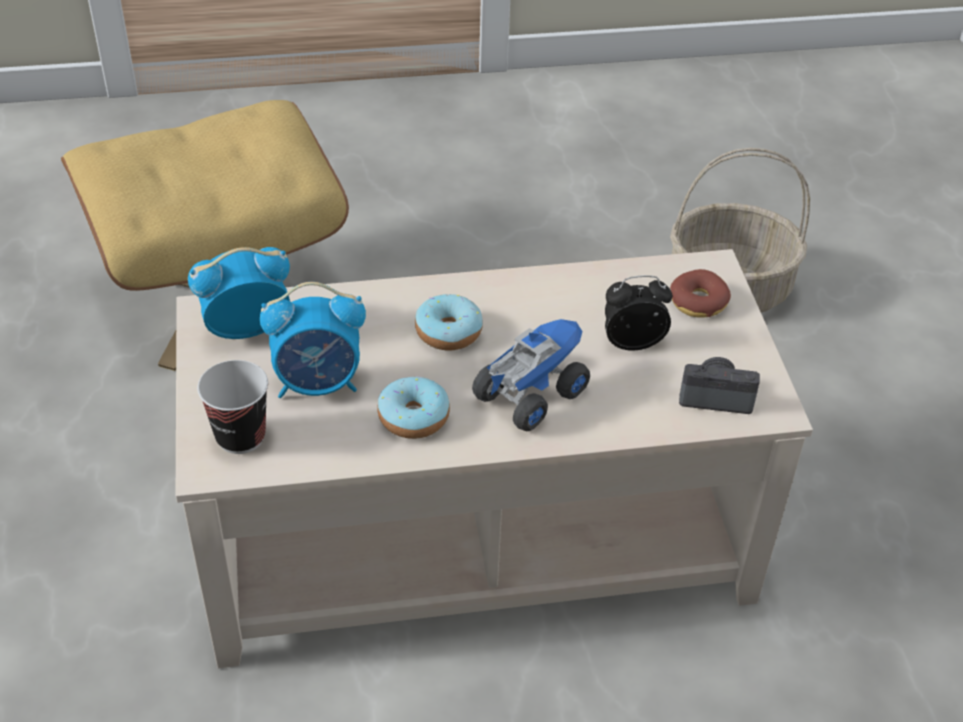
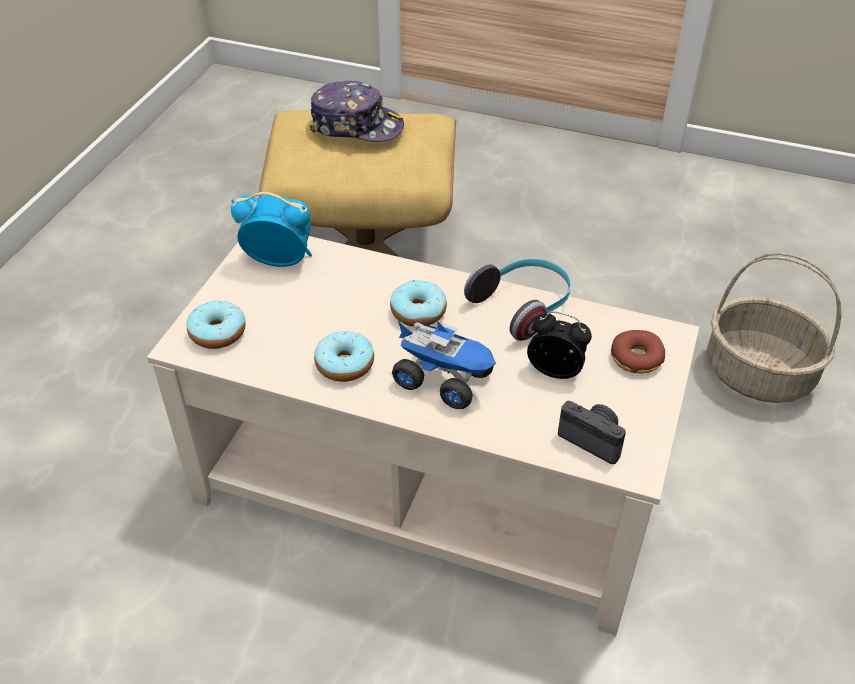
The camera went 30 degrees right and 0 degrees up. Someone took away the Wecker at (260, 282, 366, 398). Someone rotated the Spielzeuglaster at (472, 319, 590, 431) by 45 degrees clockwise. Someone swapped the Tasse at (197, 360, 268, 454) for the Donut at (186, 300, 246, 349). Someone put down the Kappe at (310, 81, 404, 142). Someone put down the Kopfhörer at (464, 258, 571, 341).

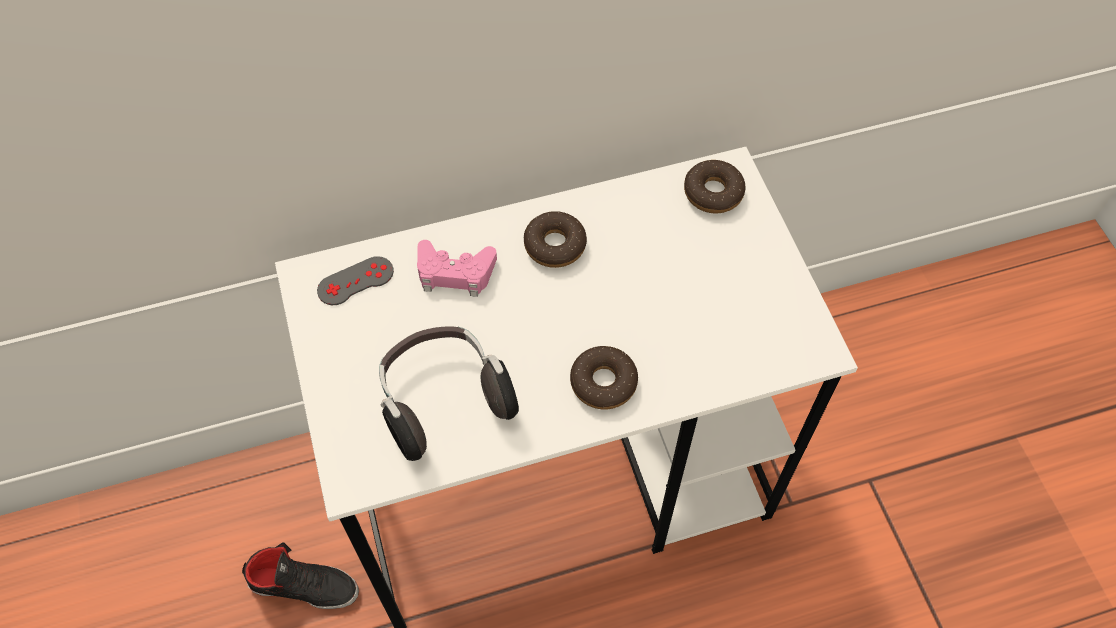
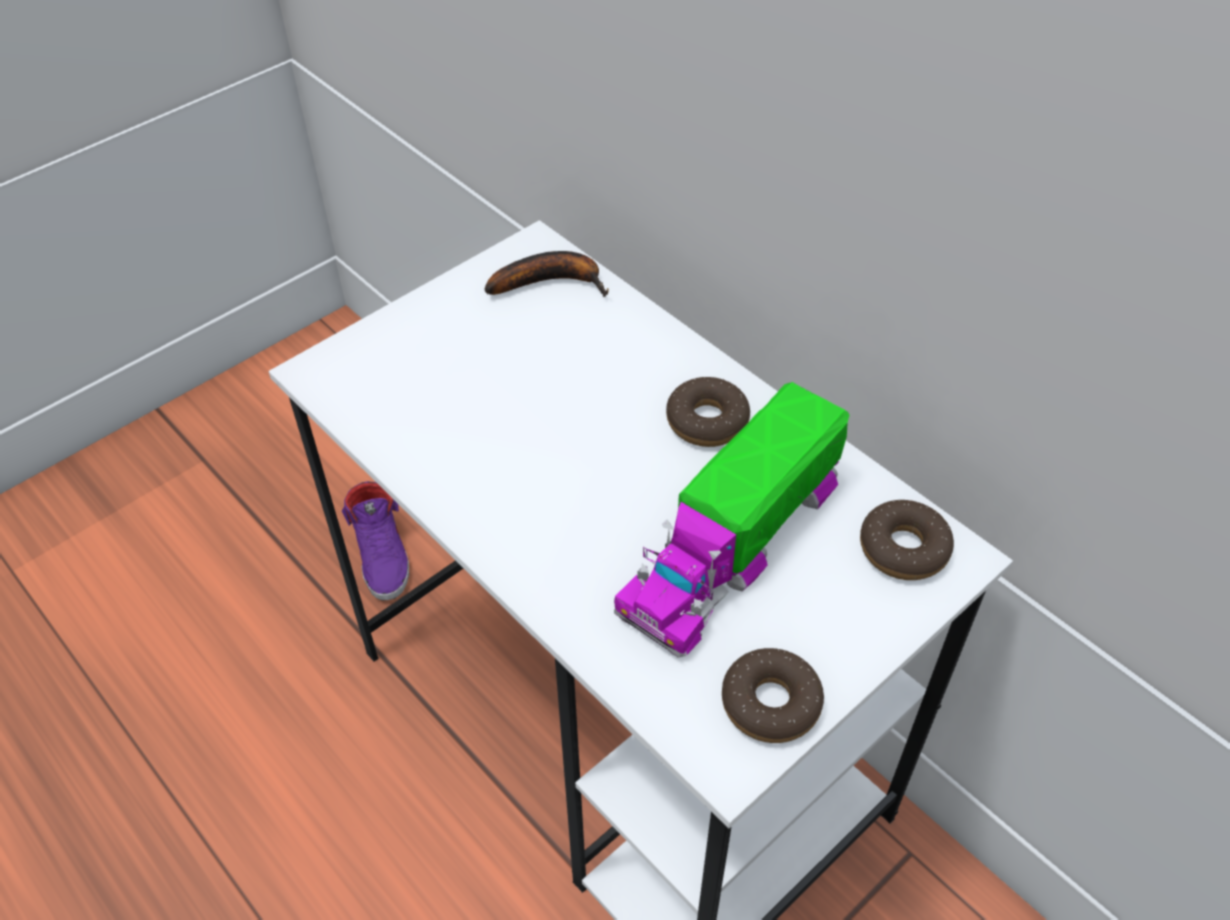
The camera went 65 degrees right and 10 degrees down. Someone took away the Gamepad (rosa) at (417, 240, 497, 297). Someone swapped the Gamepad (grau) at (317, 256, 394, 305) for the Banane at (484, 251, 609, 297). Someone took away the Kopfhörer at (379, 326, 519, 461). Someone carried the Donut from (570, 346, 638, 409) to (722, 648, 824, 743). Someone repainted the Schuh (schwarz) at (242, 542, 359, 609), which became the Schuh (lila) at (342, 481, 409, 601). Someone put down the Spielzeuglaster at (614, 382, 849, 658).

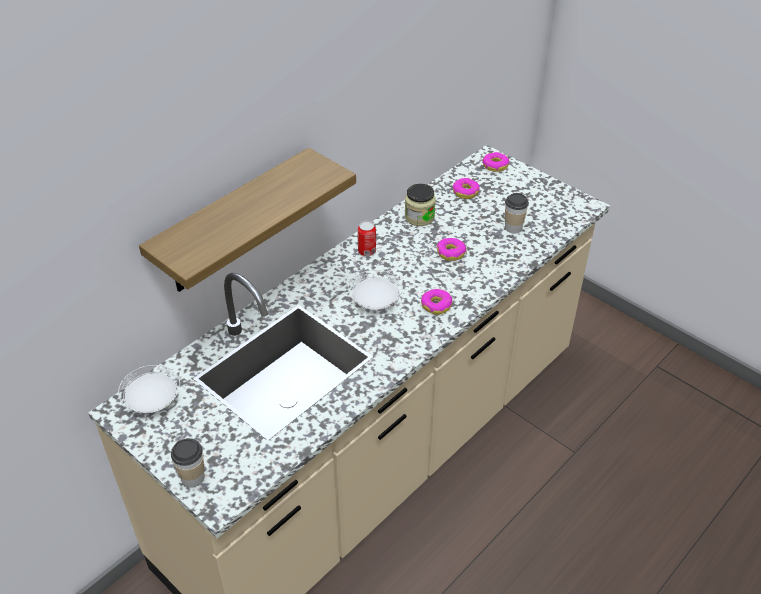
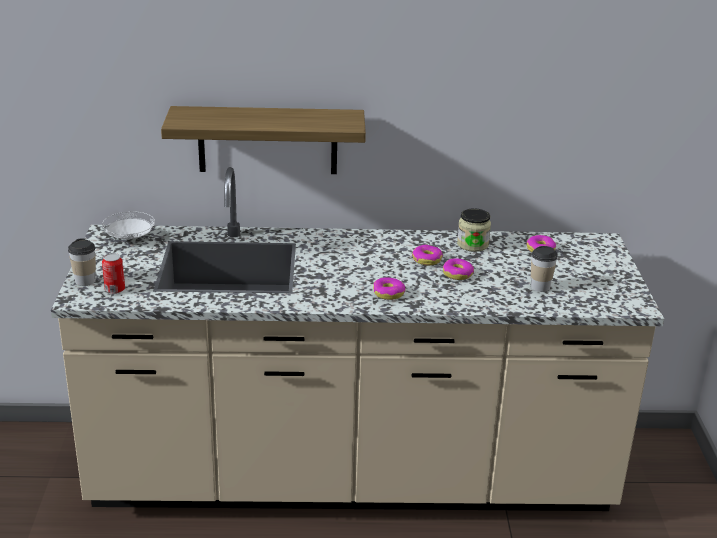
The camera went 45 degrees right and 15 degrees down. Someone carried the Donut from (482, 152, 509, 172) to (412, 245, 443, 266). Someone carried the Dose from (358, 221, 376, 256) to (102, 253, 125, 294). Someone took away the Teller (weiß) at (348, 270, 403, 310).

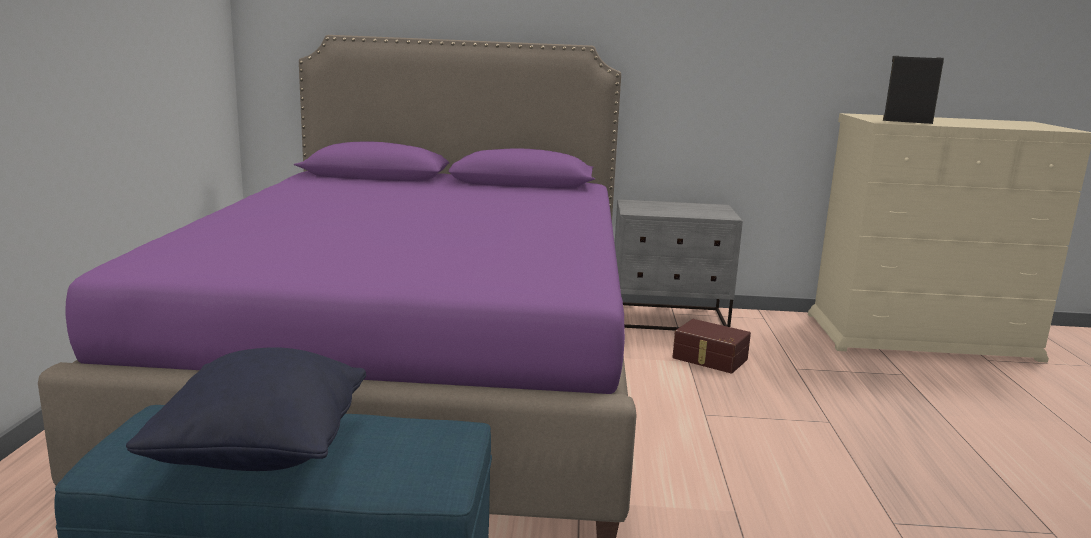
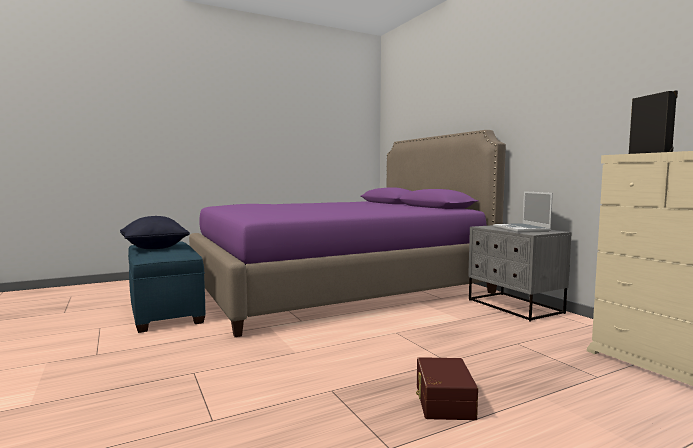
The camera went 60 degrees right and 10 degrees down. Someone carried the Aufbewahrungsbox (braun) from (672, 319, 751, 373) to (416, 357, 478, 420). Someone put down the Laptop at (493, 191, 553, 233).

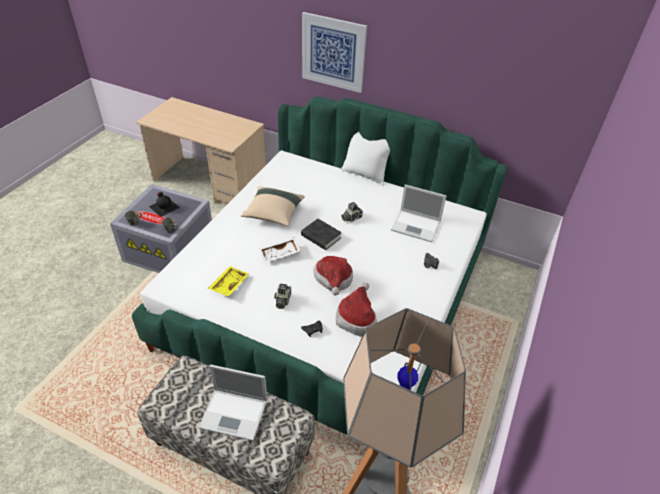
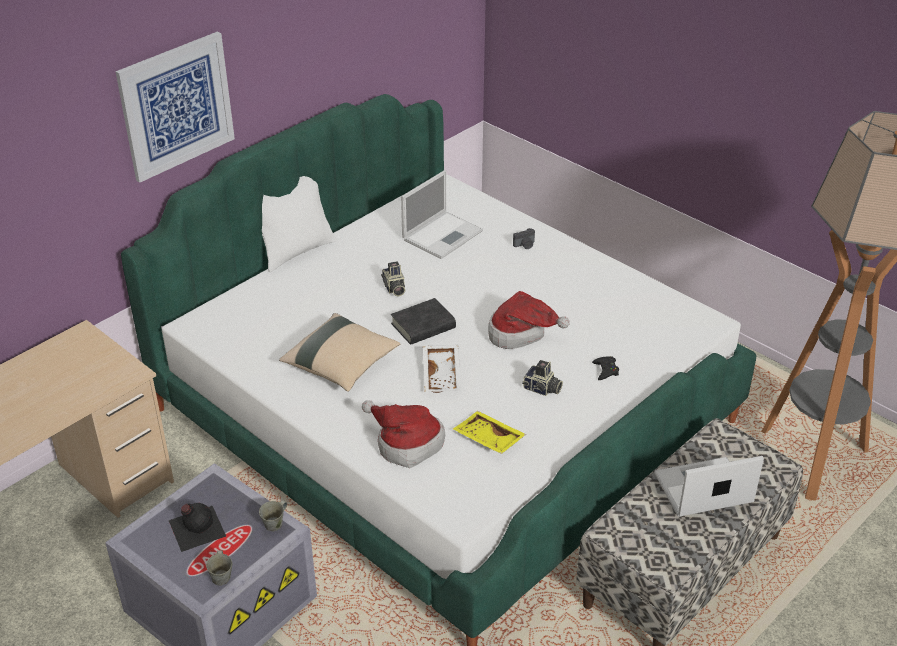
The camera went 70 degrees left and 5 degrees down. Someone carried the Hut from (335, 282, 377, 336) to (362, 400, 445, 468). Someone rotated the Laptop at (198, 365, 267, 441) by 135 degrees counterclockwise.

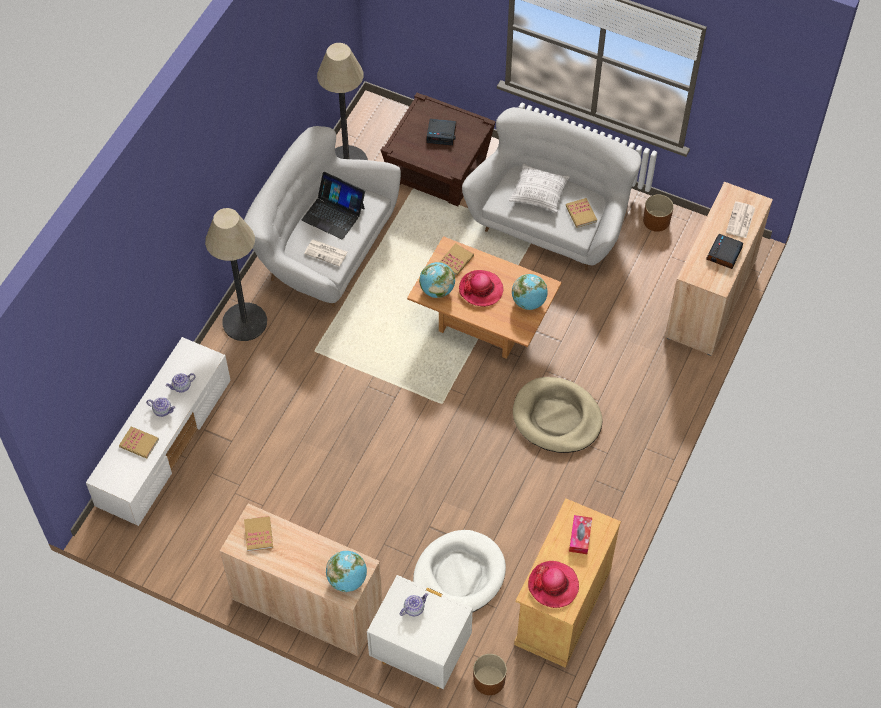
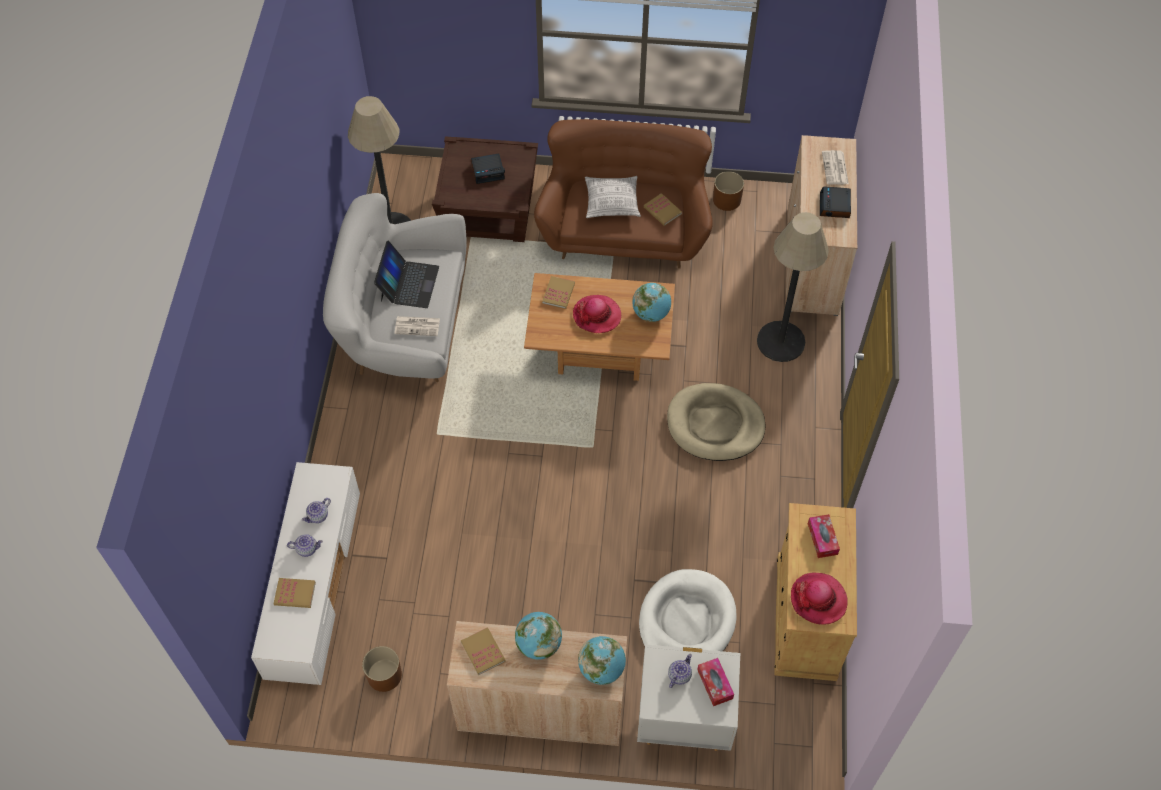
The camera went 20 degrees left and 0 degrees up. Someone repainted the Sofa (weiß) at (462, 107, 642, 270), which became the Sofa (braun) at (534, 119, 713, 269). Someone rotated the Laptop at (302, 172, 365, 239) by 90 degrees counterclockwise. Someone carried the Stehlampe from (205, 208, 267, 341) to (757, 212, 829, 362). Someone carried the Globus from (419, 262, 455, 298) to (515, 612, 562, 660). Someone carried the Pflanzkübel (braun) from (473, 654, 507, 695) to (362, 646, 402, 692). Someone put down the Taschentuchbox at (697, 658, 734, 706).

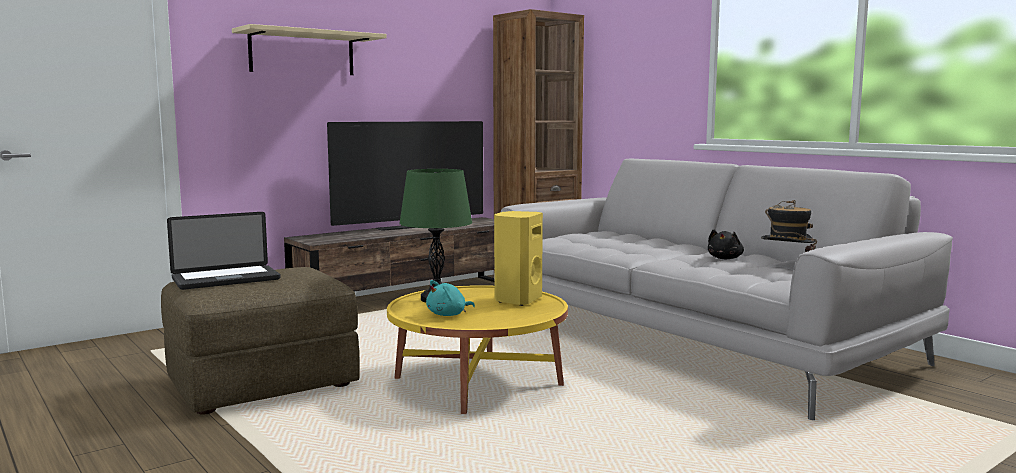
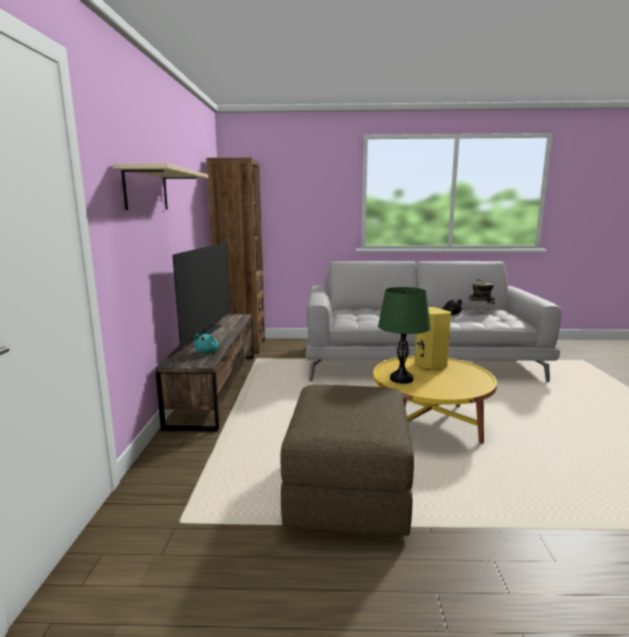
The camera went 50 degrees left and 5 degrees up. Someone took away the Laptop at (167, 212, 281, 290). Someone carried the Plüschtier (türkis) from (426, 280, 475, 316) to (194, 334, 219, 353).

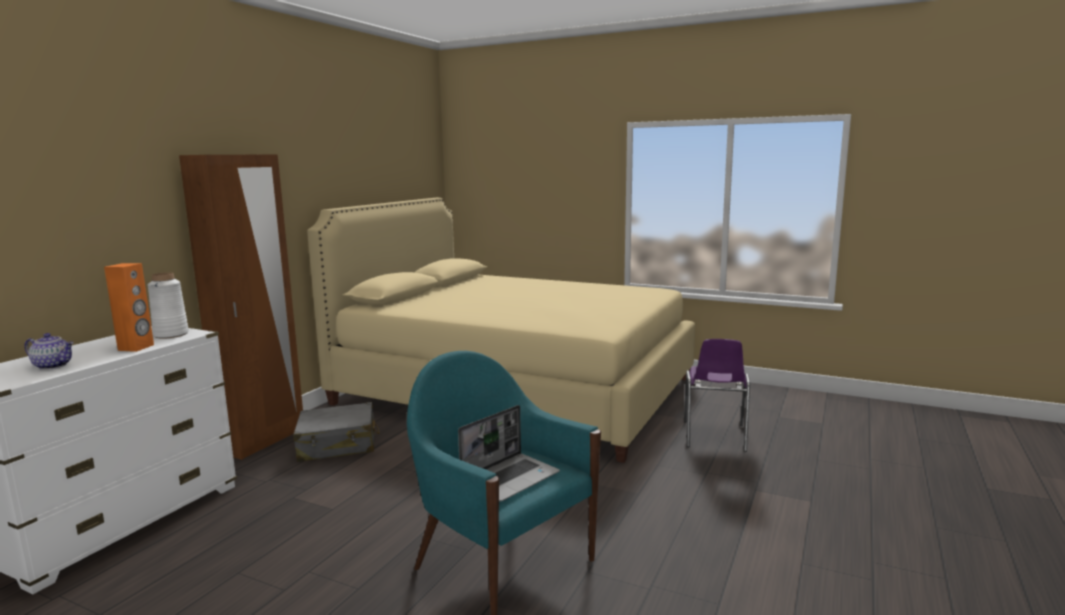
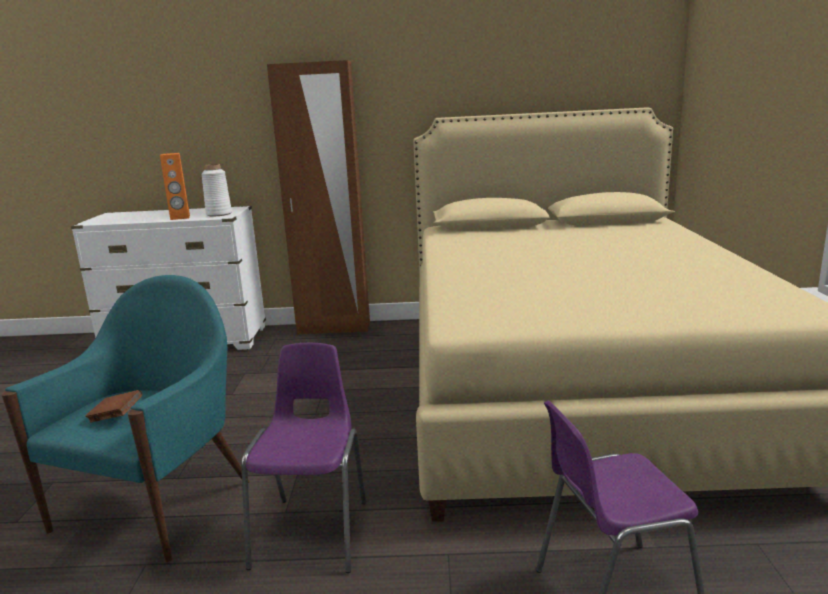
The camera went 65 degrees right and 5 degrees up. Someone took away the Teekanne at (25, 333, 74, 370). Someone took away the Koffer (grau) at (293, 402, 380, 462). Someone swapped the Laptop at (458, 405, 560, 502) for the Buch (braun) at (85, 390, 142, 423). Someone put down the Stuhl (lila) at (241, 343, 366, 573).

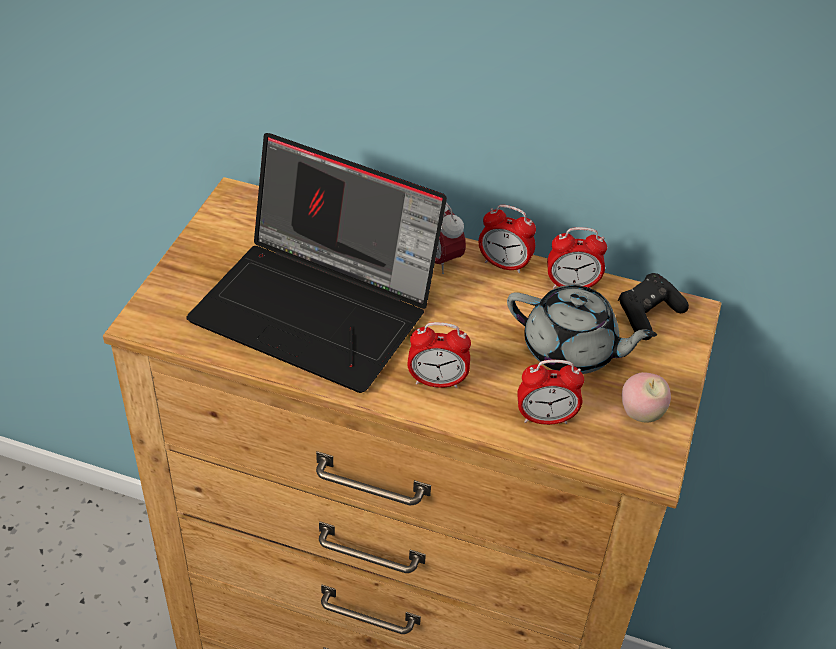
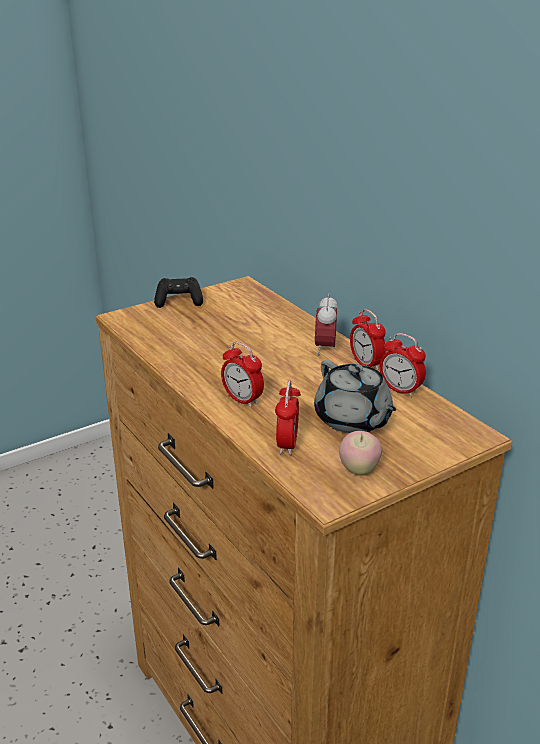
The camera went 40 degrees right and 15 degrees down. Someone took away the Laptop at (186, 133, 447, 393). Someone carried the Gamepad (schwarz) from (618, 273, 689, 340) to (154, 277, 203, 308). Someone rotated the Wecker at (517, 360, 584, 425) by 120 degrees counterclockwise.

